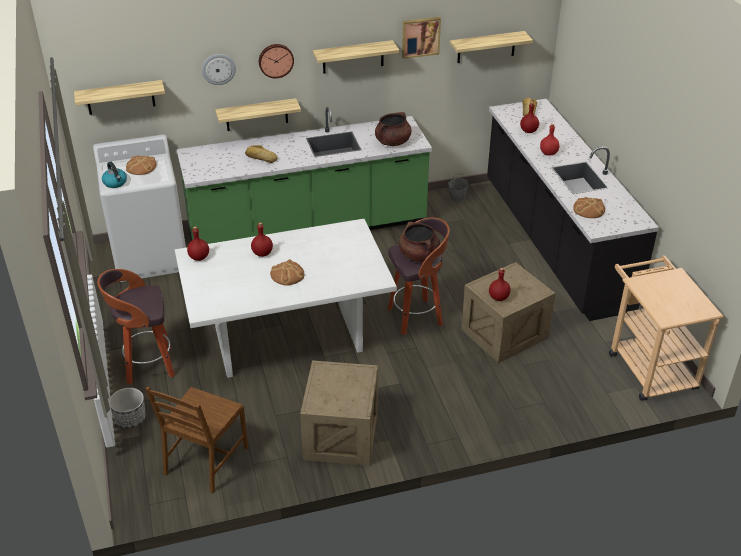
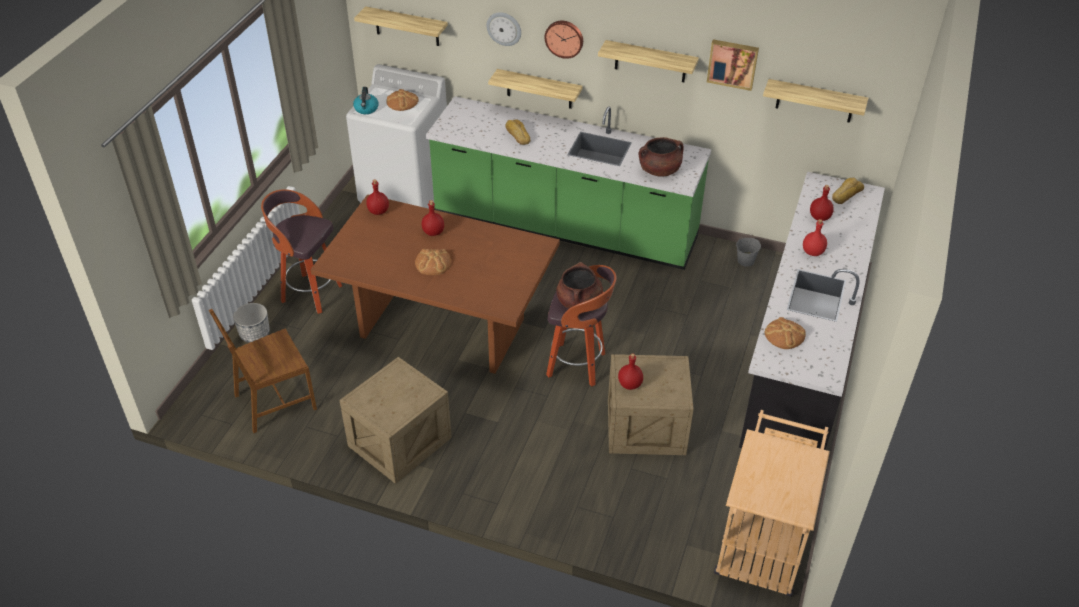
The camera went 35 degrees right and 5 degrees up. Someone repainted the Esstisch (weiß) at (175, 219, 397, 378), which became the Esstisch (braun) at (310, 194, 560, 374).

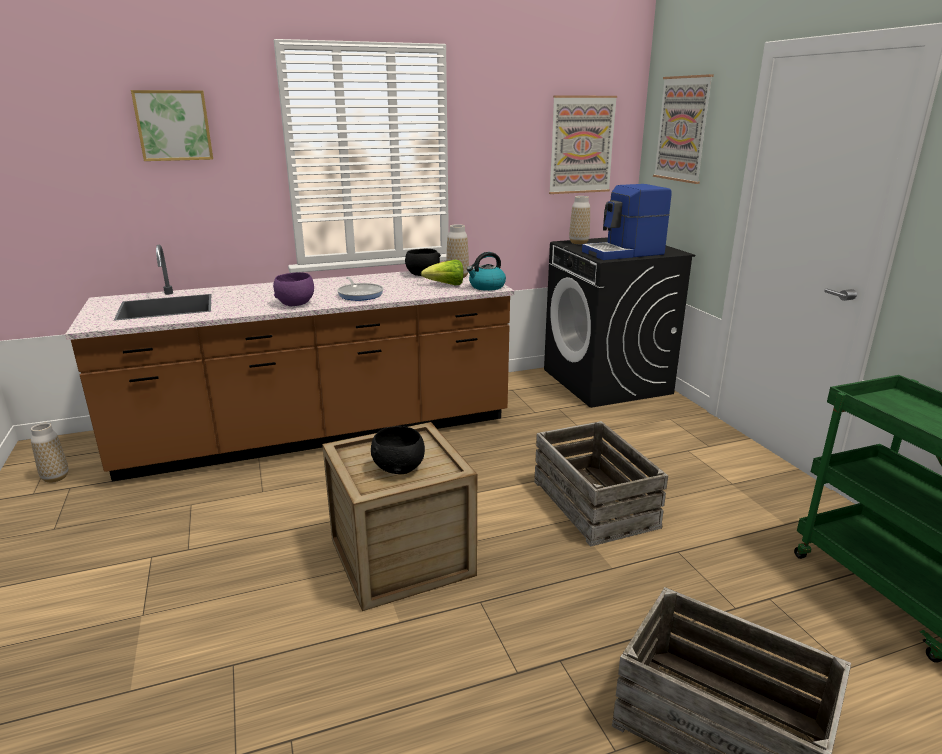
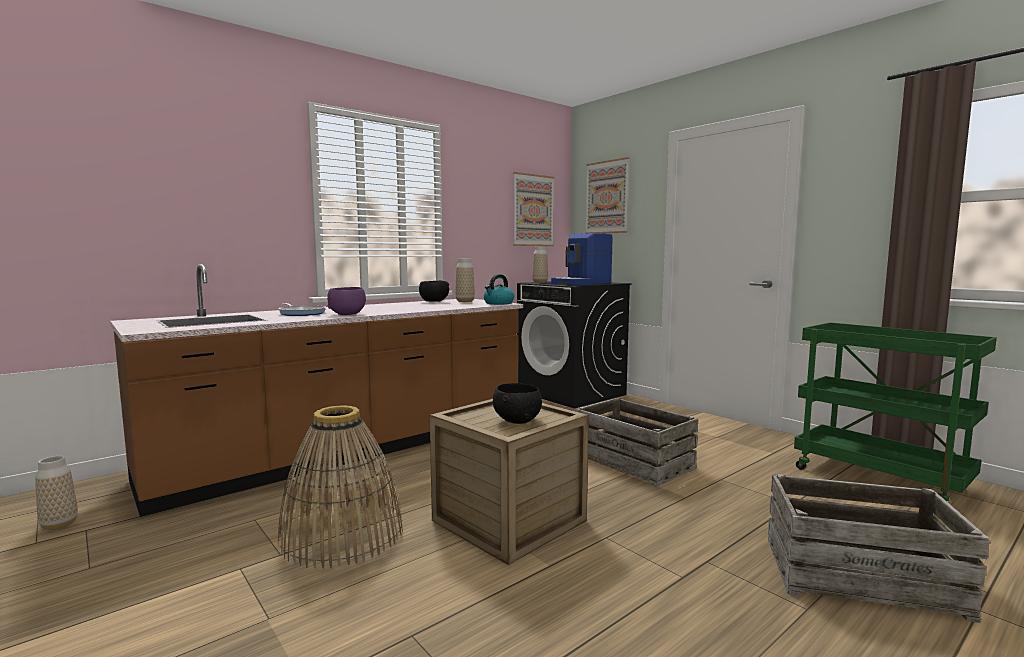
The camera went 20 degrees left and 15 degrees down. Someone took away the Bild at (131, 90, 213, 161). Someone took away the Salatkopf at (421, 260, 463, 285). Someone carried the Pfanne from (337, 277, 383, 301) to (279, 303, 326, 316). Someone put down the Korb at (278, 405, 403, 568).

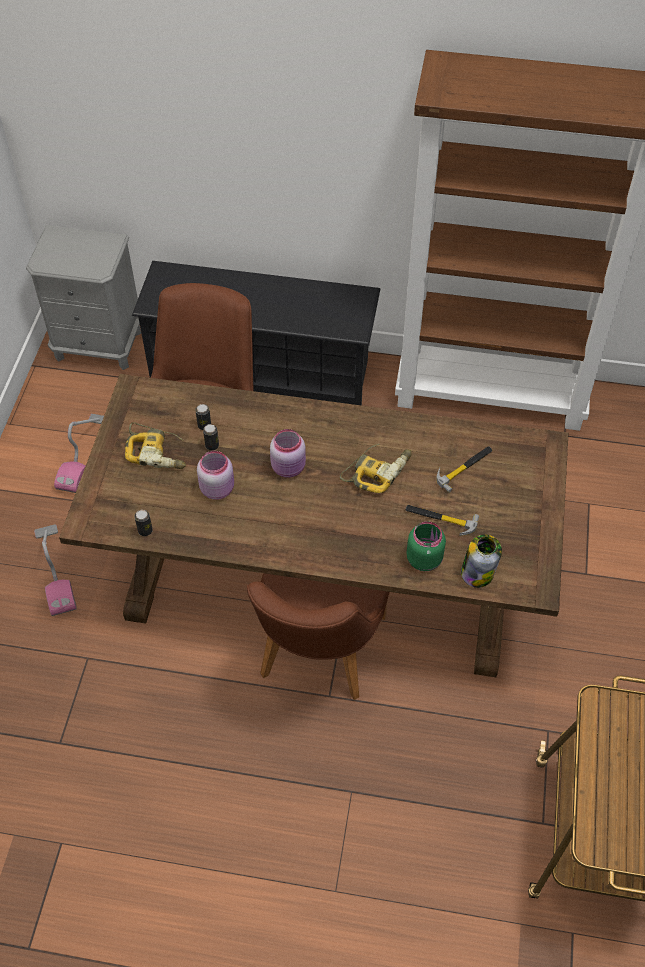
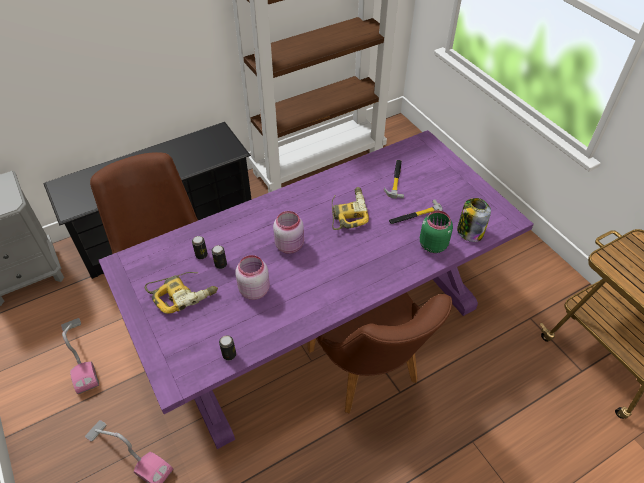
The camera went 40 degrees left and 5 degrees down. Someone repainted the Esstisch (braun) at (59, 374, 569, 677), which became the Esstisch (lila) at (98, 130, 534, 449).

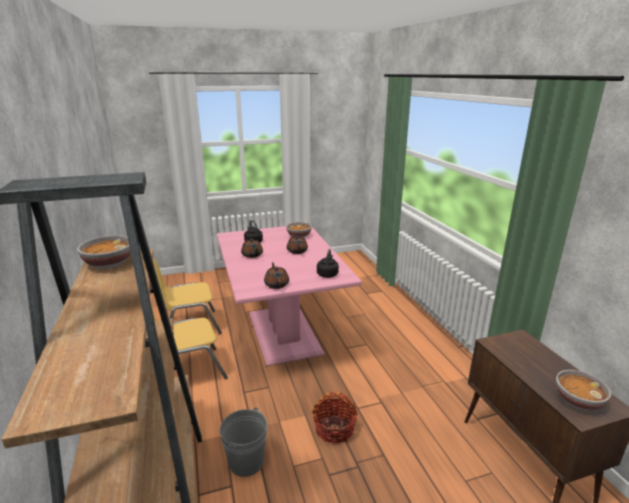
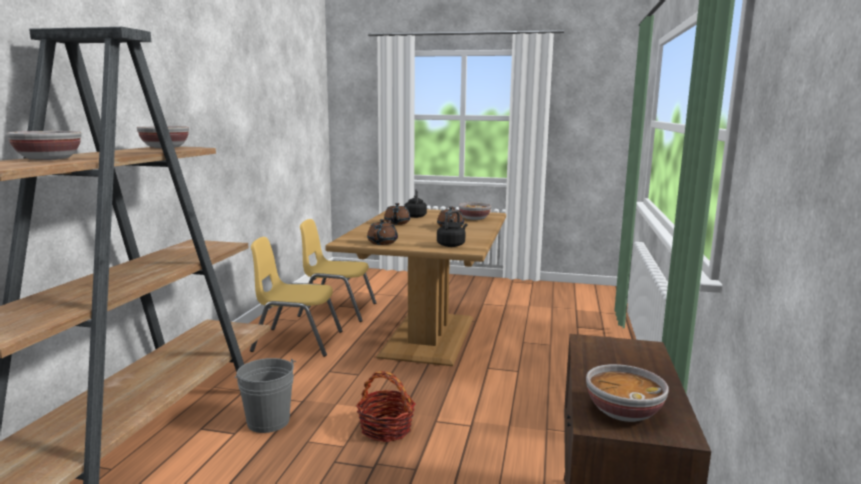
The camera went 30 degrees right and 10 degrees down. Someone repainted the Esstisch (rosa) at (217, 226, 362, 366), which became the Esstisch (braun) at (325, 209, 506, 366). Someone put down the Schüssel at (7, 131, 81, 160).

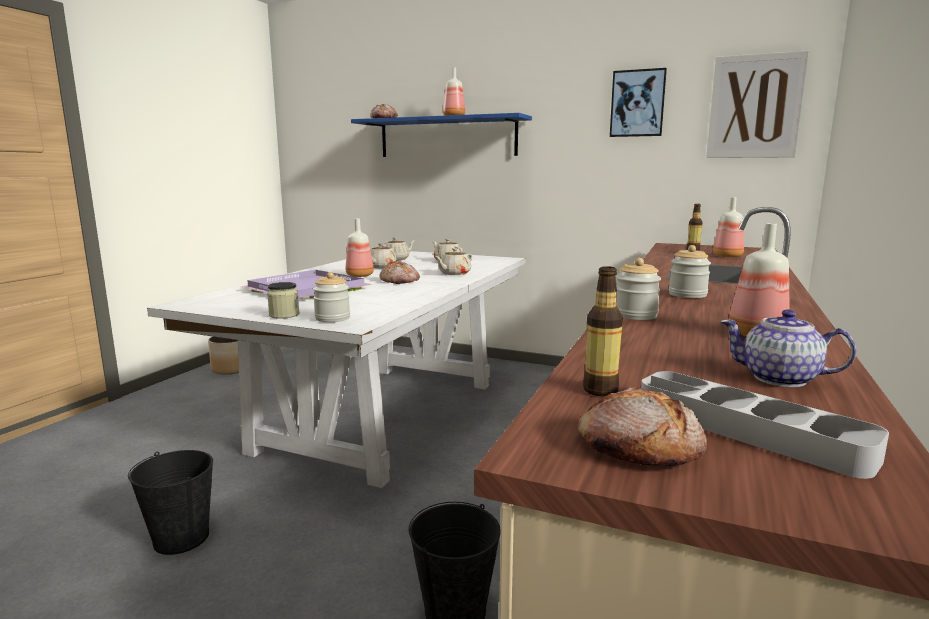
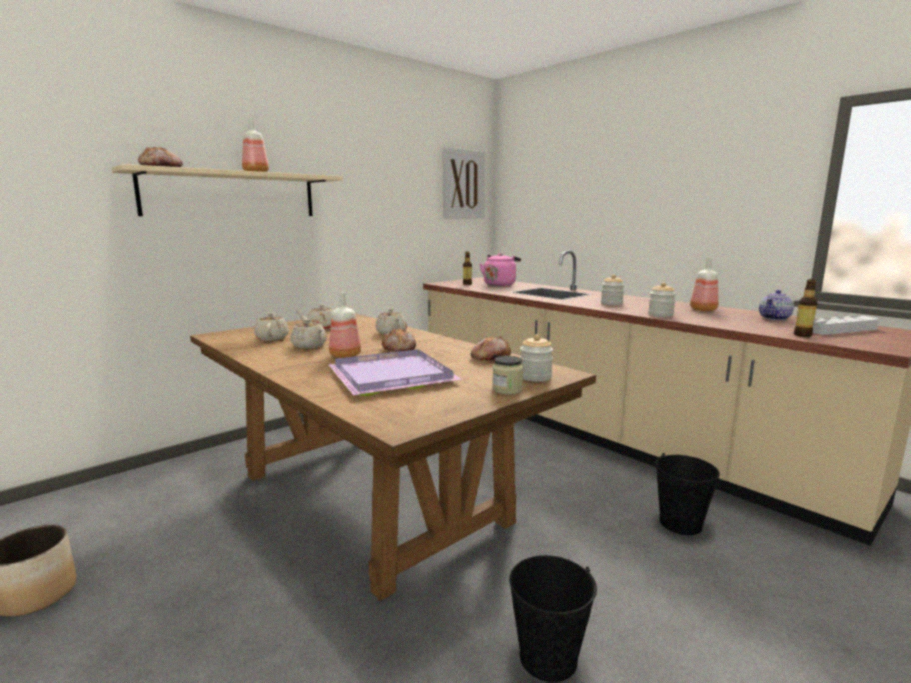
The camera went 65 degrees left and 0 degrees up. Someone took away the Bild at (610, 68, 667, 137). Someone repainted the Wandregal (blau) at (351, 113, 532, 157), which became the Wandregal (beige) at (111, 164, 343, 216). Someone swapped the Flasche at (713, 197, 744, 257) for the Wasserkessel (rosa) at (480, 253, 521, 286). Someone repainted the Esstisch (weiß) at (147, 251, 526, 488), which became the Esstisch (braun) at (190, 313, 596, 601). Someone carried the Brot from (578, 387, 707, 466) to (471, 337, 511, 361).

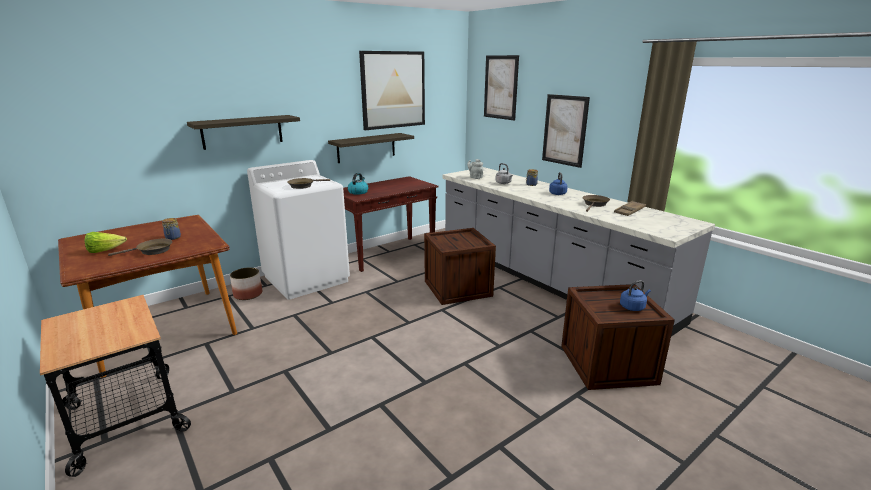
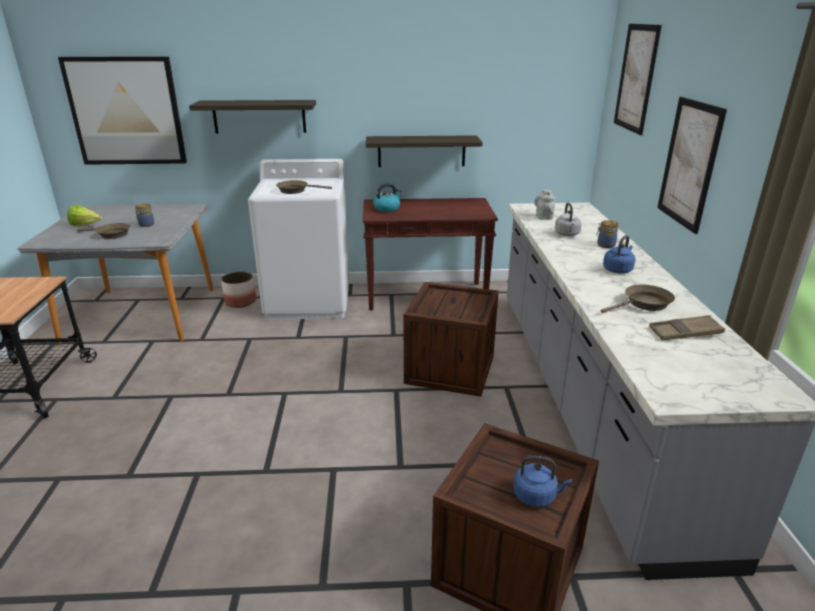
The camera went 35 degrees right and 5 degrees up. Someone carried the Bild from (359, 51, 425, 130) to (58, 56, 187, 165). Someone repainted the Esstisch (braun) at (58, 215, 237, 378), which became the Esstisch (grau) at (17, 204, 214, 343).

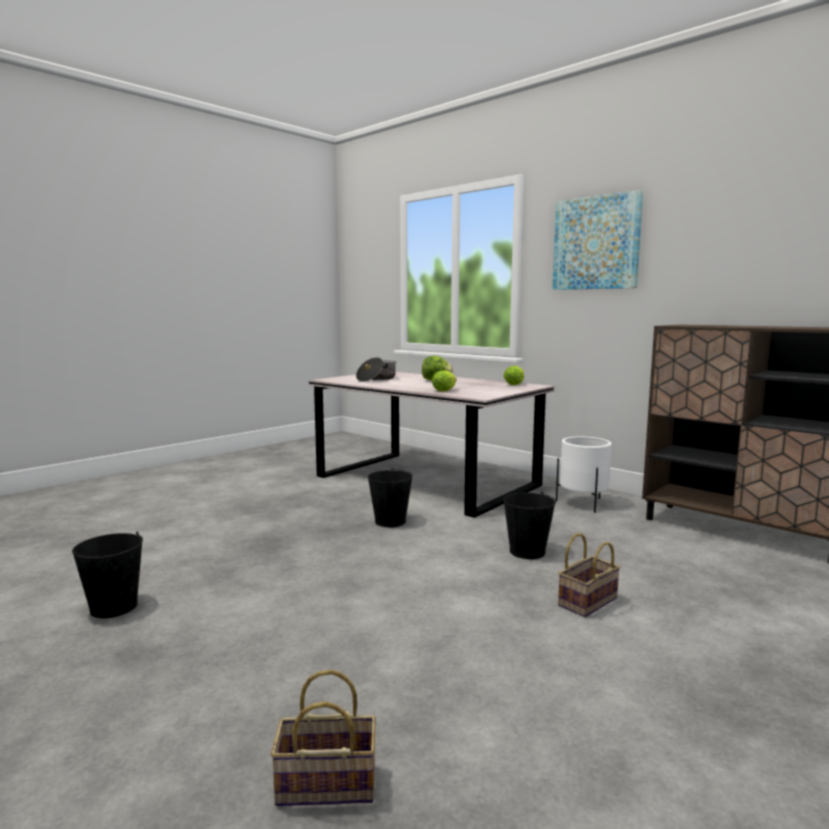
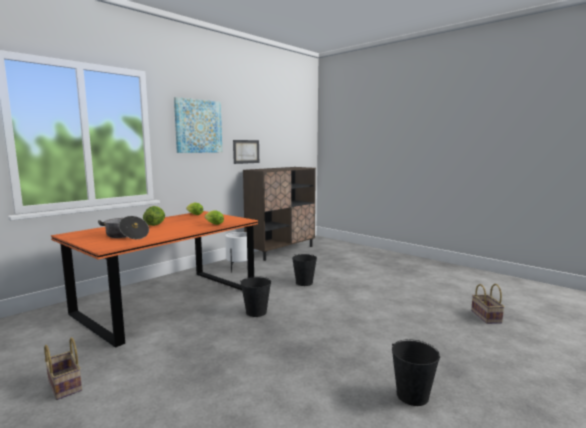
The camera went 90 degrees left and 0 degrees up. Someone repainted the Esstisch (grau) at (308, 372, 554, 518), which became the Esstisch (orange) at (51, 211, 258, 348). Someone carried the Korb from (558, 533, 620, 617) to (44, 337, 82, 400). Someone put up the Bild at (233, 140, 259, 164).

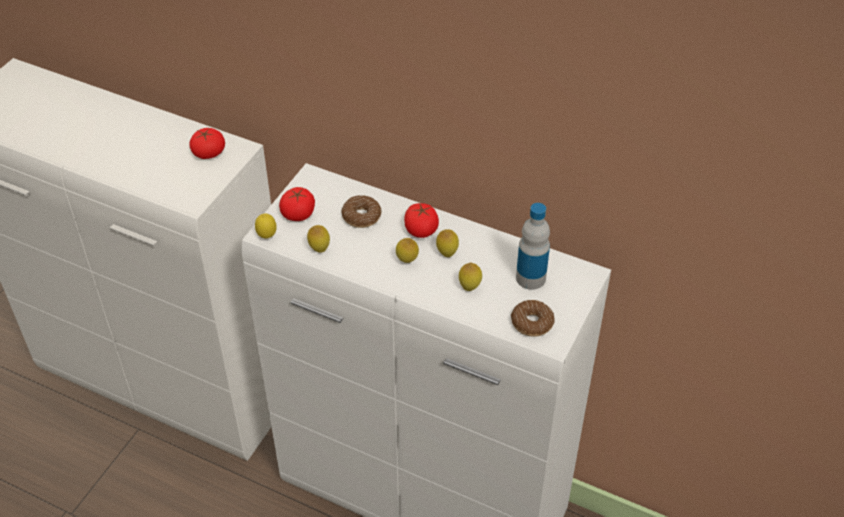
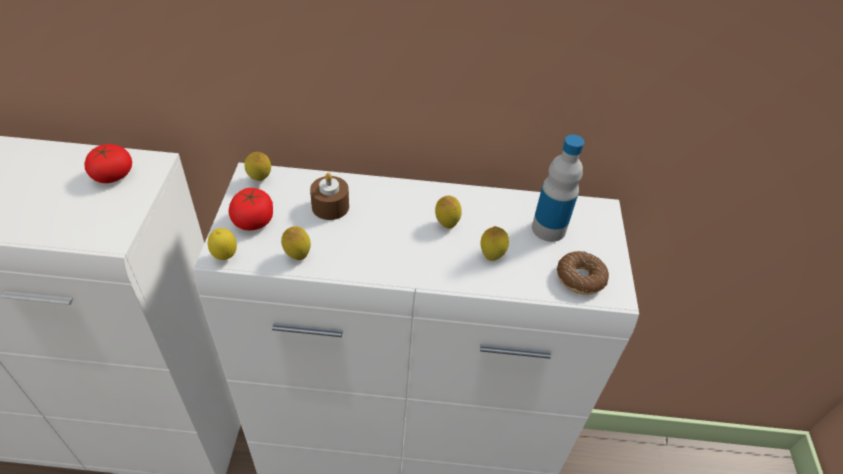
The camera went 25 degrees left and 0 degrees up. Someone swapped the Donut at (341, 195, 382, 228) for the Kerze (braun) at (310, 173, 349, 220). Someone took away the Tomate at (404, 203, 439, 238). Someone carried the Zitrone from (396, 238, 419, 263) to (244, 152, 271, 181).

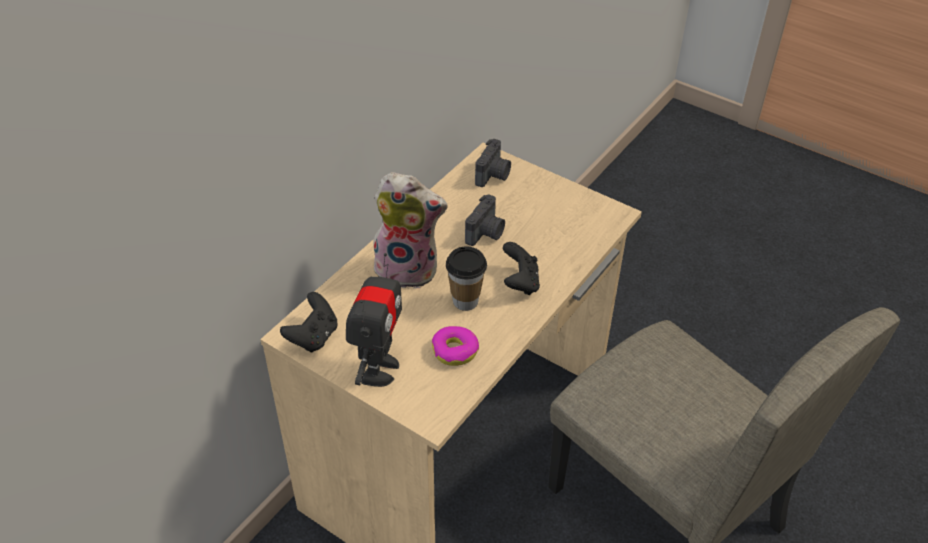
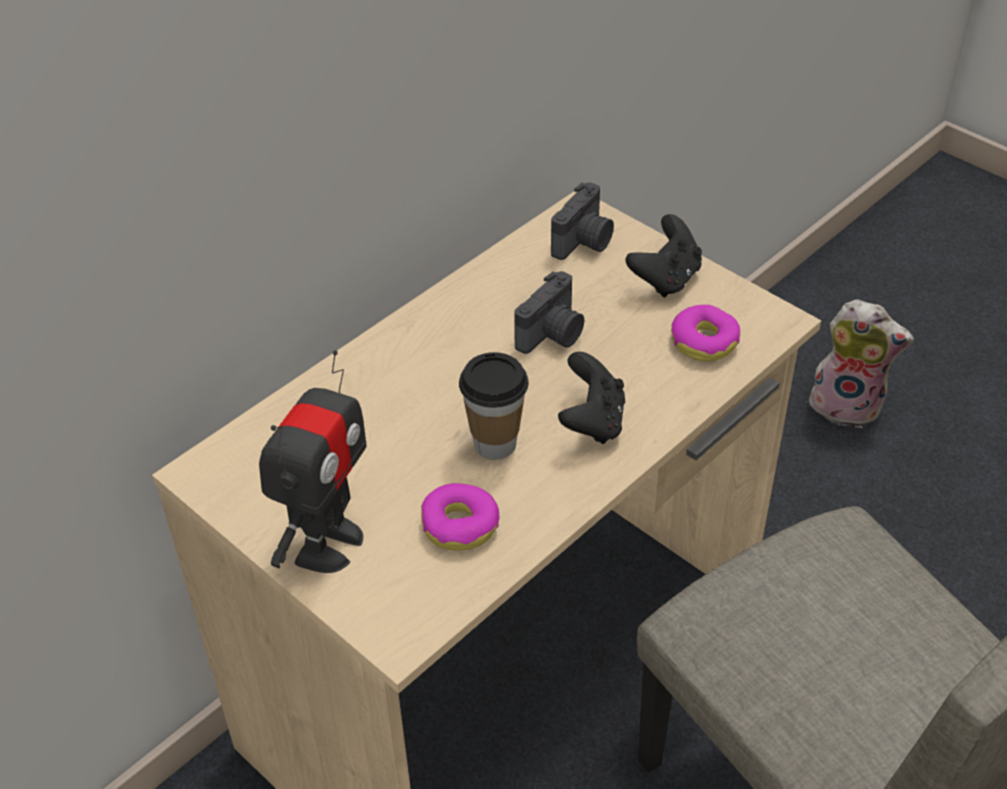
The camera went 10 degrees right and 0 degrees up. Someone carried the Plüschtier from (371, 172, 448, 289) to (809, 299, 914, 428). Someone carried the Gamepad (schwarz) from (280, 292, 338, 353) to (625, 214, 702, 297). Someone put down the Donut at (671, 305, 740, 361).

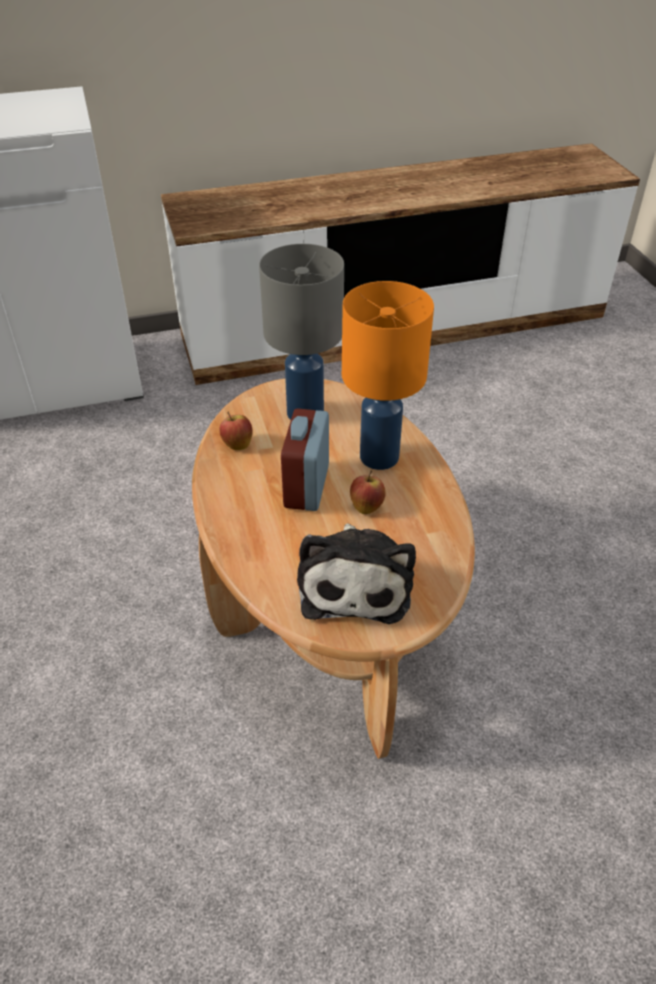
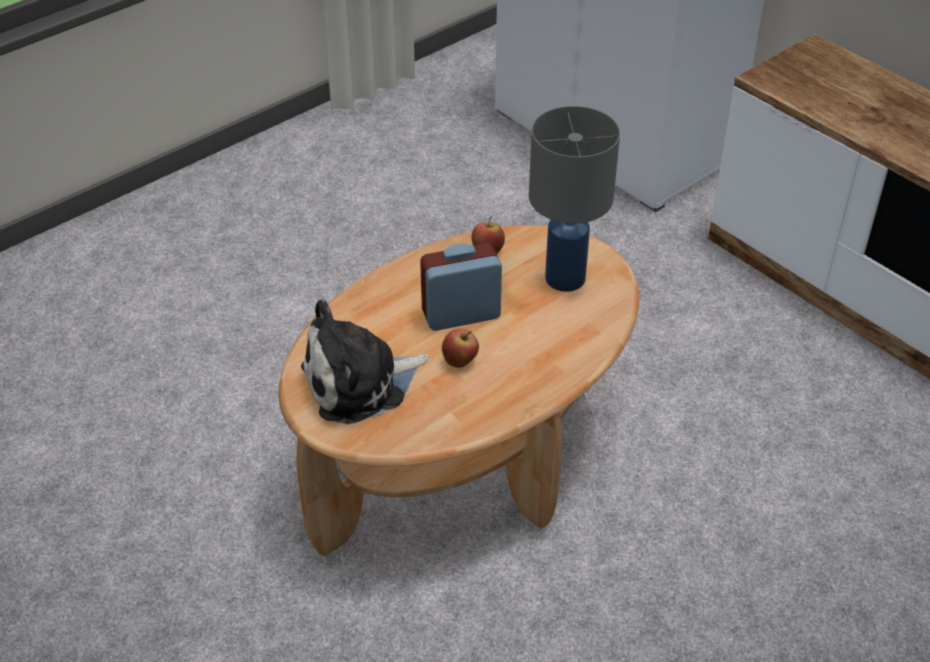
The camera went 65 degrees right and 0 degrees up. Someone took away the Tischlampe (orange) at (342, 281, 434, 470).

